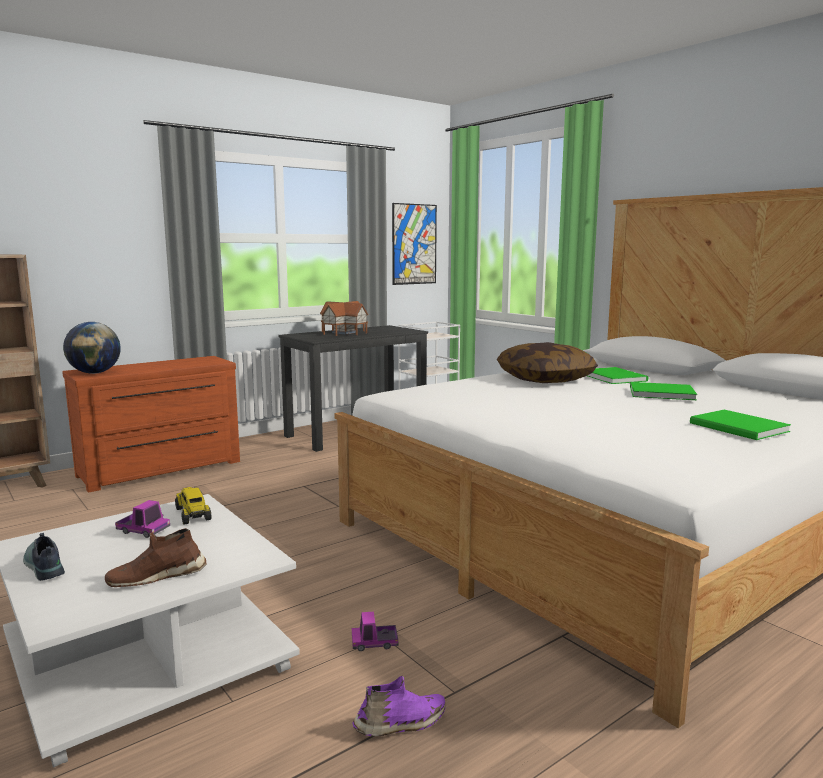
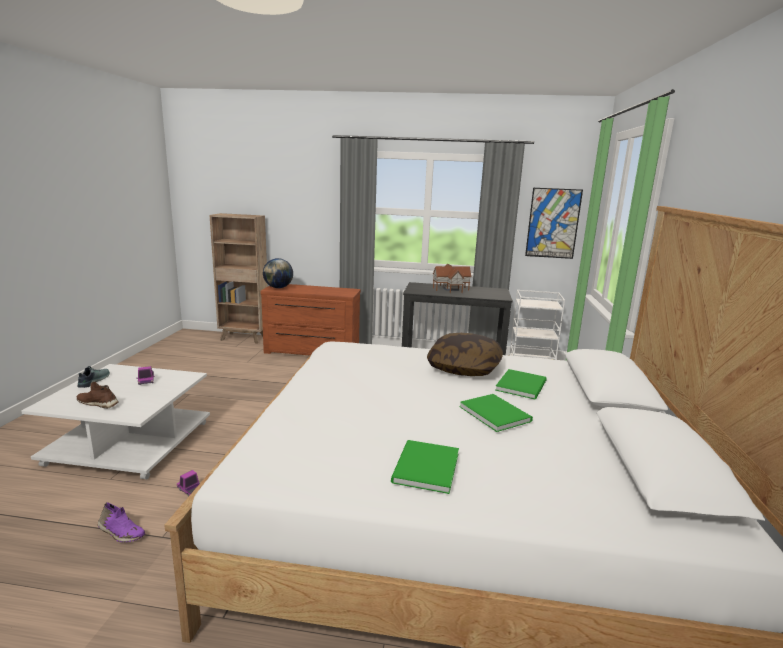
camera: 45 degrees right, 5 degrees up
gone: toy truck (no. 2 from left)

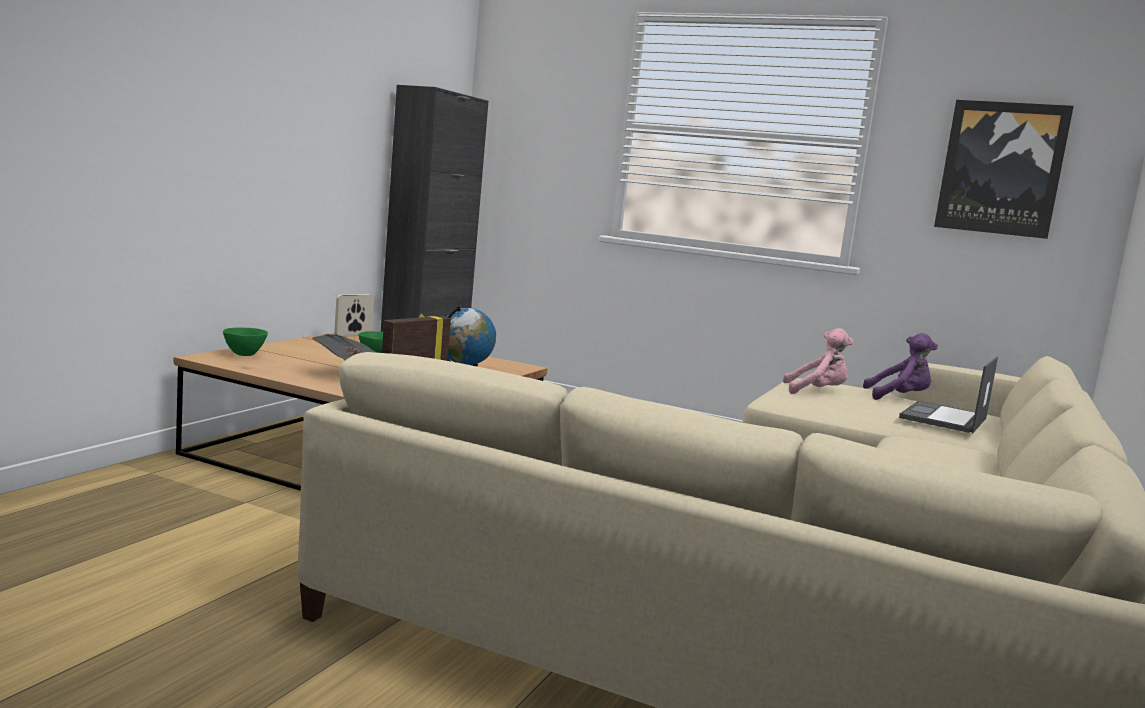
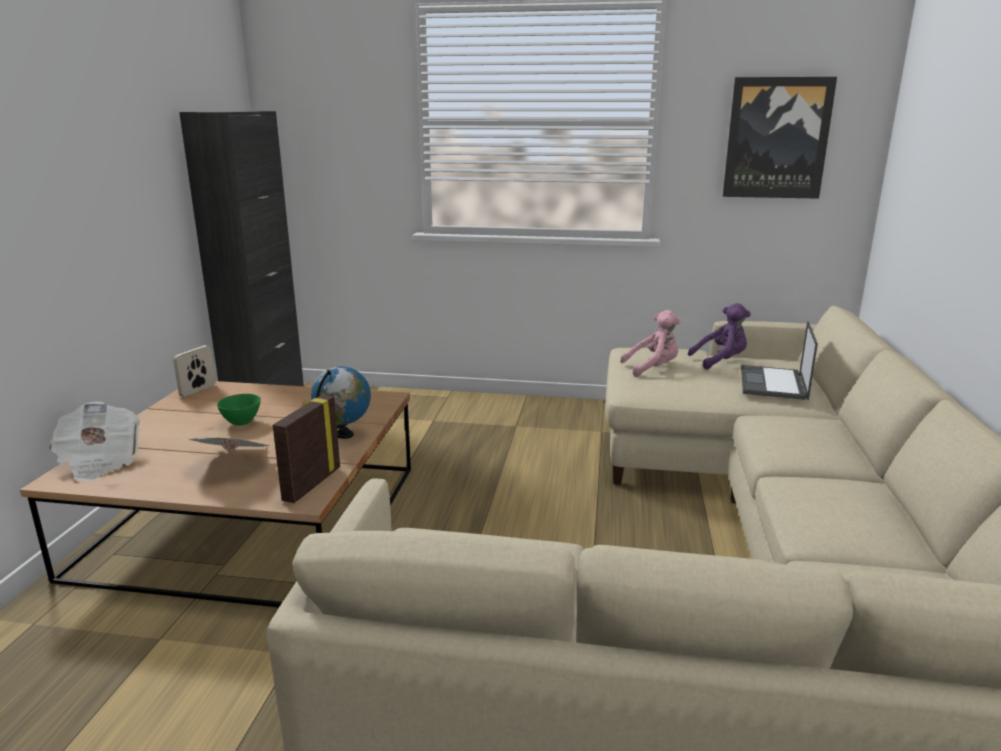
camera: 15 degrees left, 10 degrees up
swapped: bowl (green) (no. 1 from left) to newspaper (no. 1 from left)

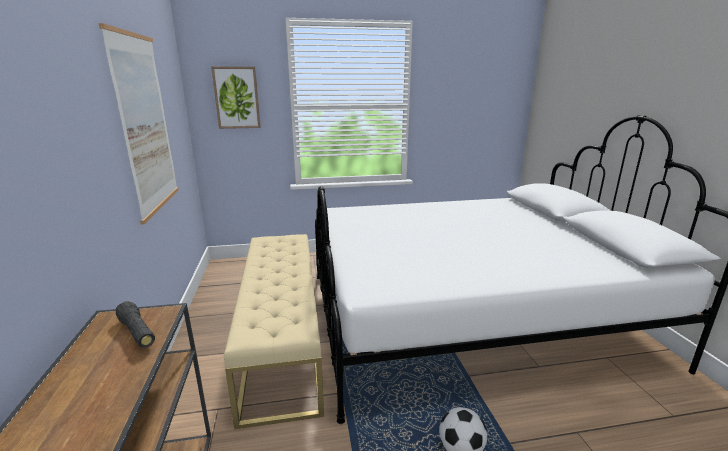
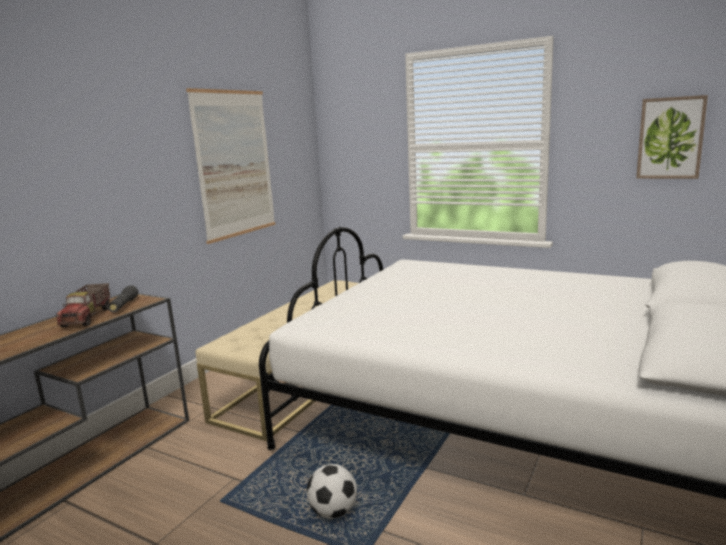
camera: 40 degrees right, 5 degrees down
new: toy truck
shifted: picture (no. 2 from left)

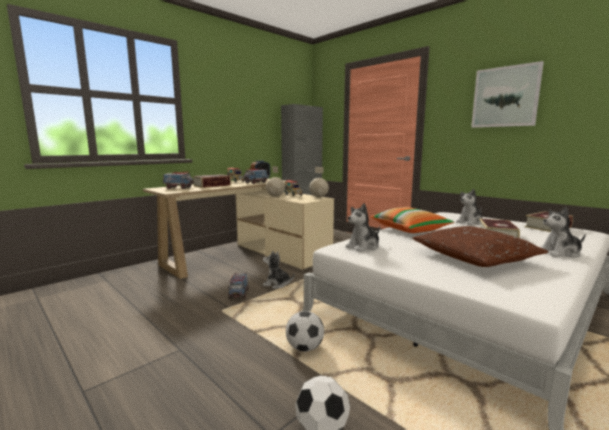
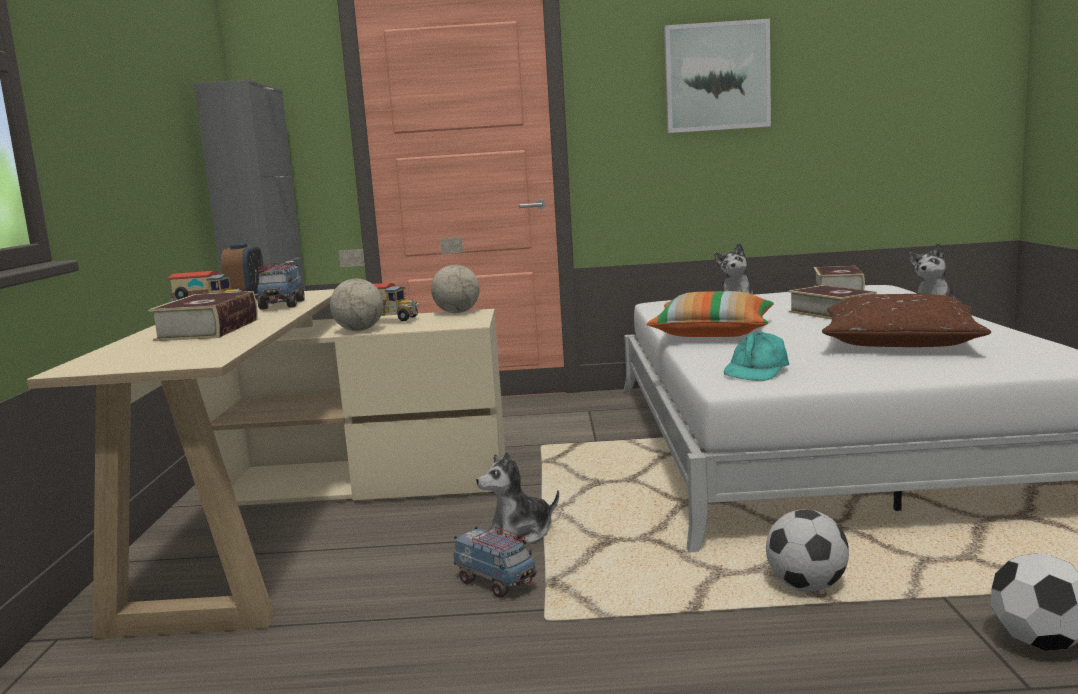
camera: 45 degrees left, 0 degrees up
gone: toy truck (no. 1 from left)
swapped: plush toy (no. 2 from left) to cap (turquoise)

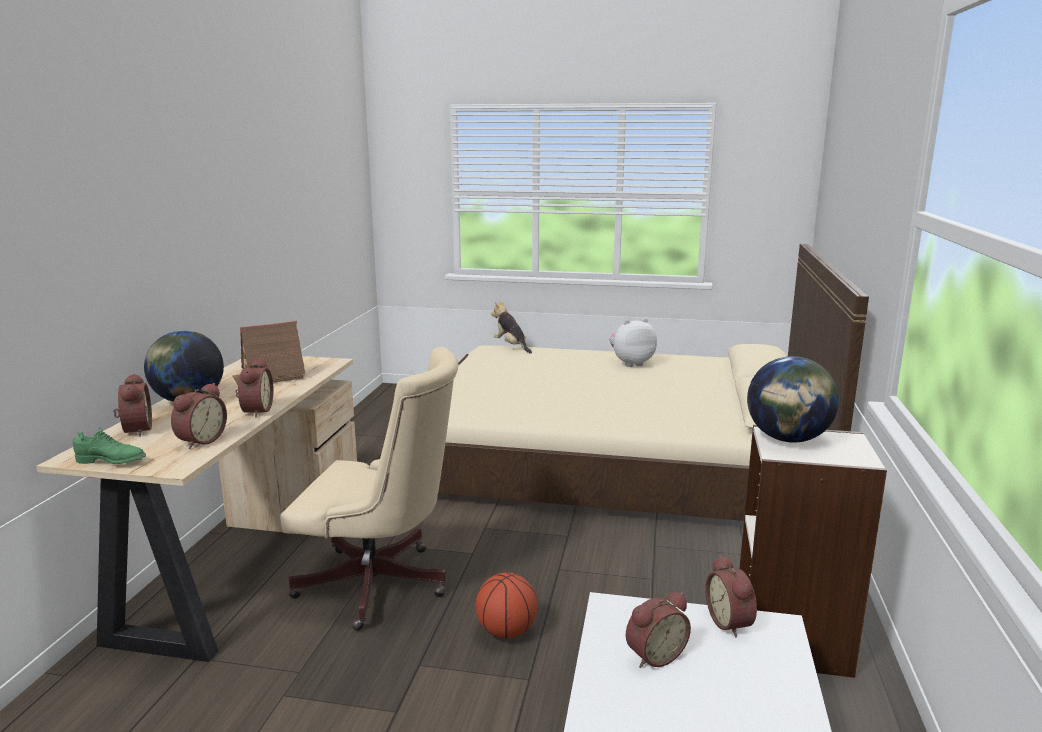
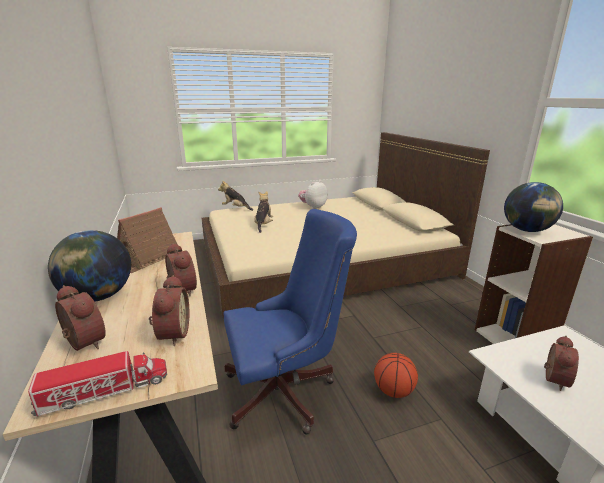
camera: 30 degrees left, 5 degrees up
gone: alarm clock (no. 5 from left)
new: plush toy (no. 2 from left)
swapped: shoe (green) to toy truck
repainted: office chair (beige) to office chair (blue)

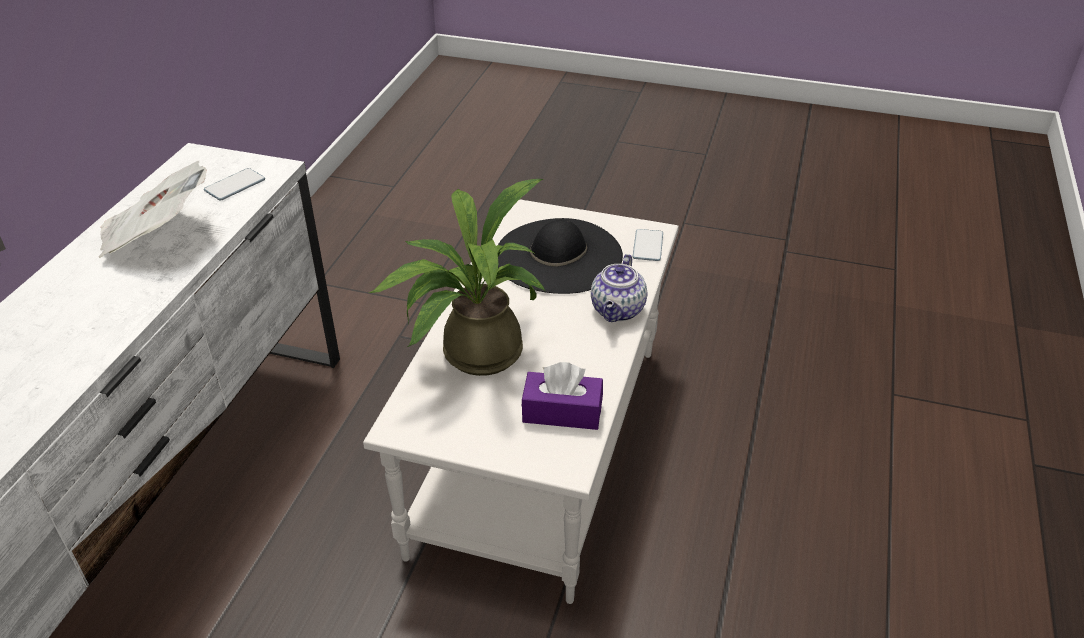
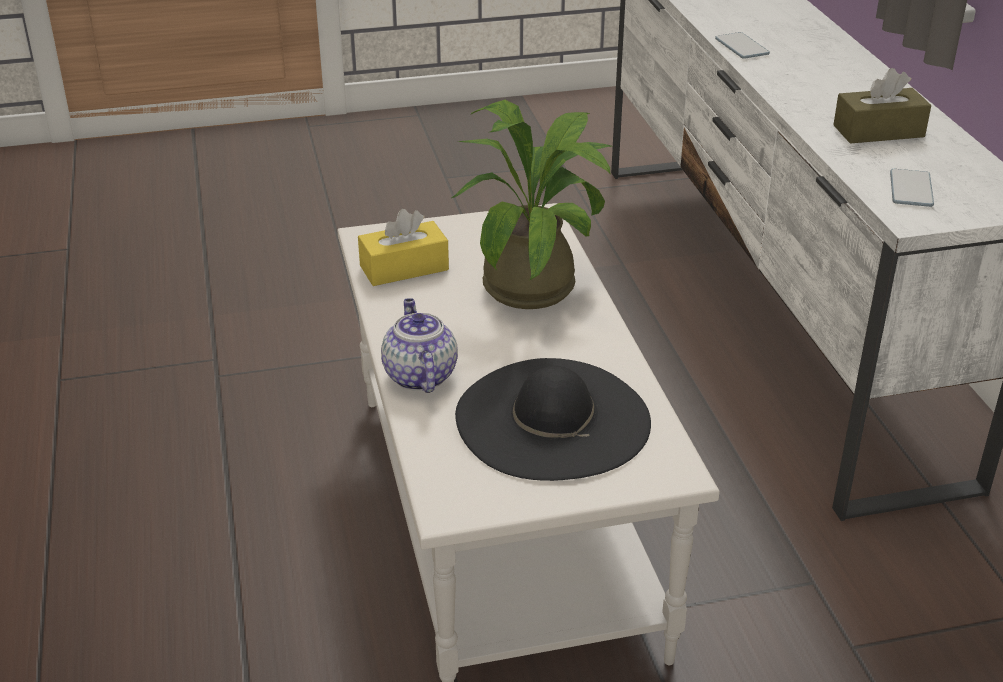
camera: 150 degrees right, 5 degrees down
shifted: phone (no. 2 from left in the first image) to phone (no. 1 from left)
swapped: newspaper to tissue box (brown)
repainted: tissue box (purple) to tissue box (yellow)

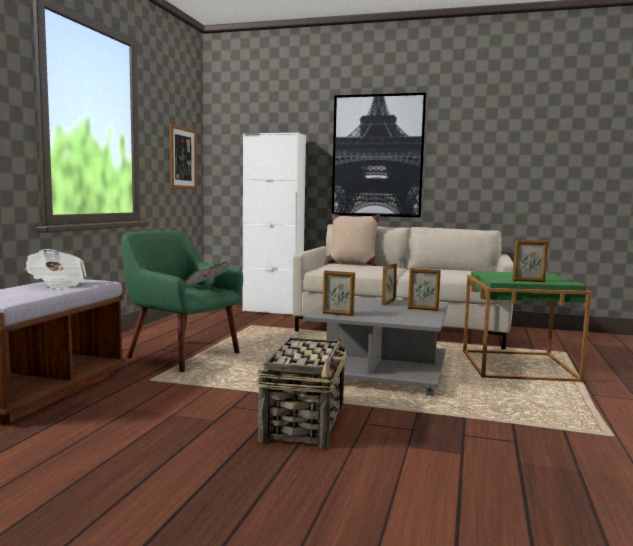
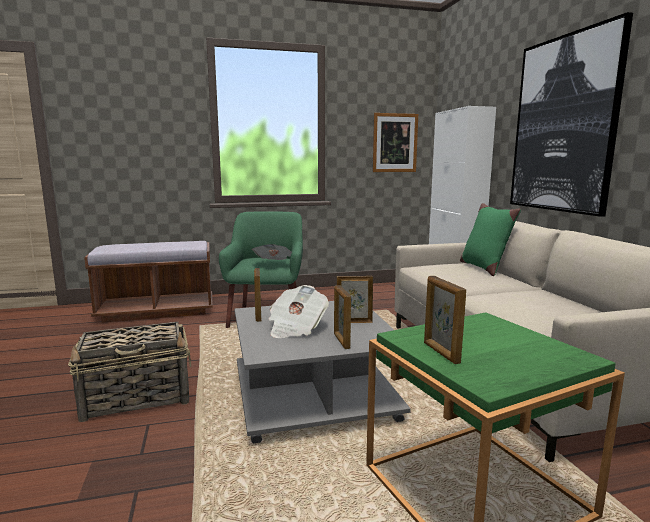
camera: 60 degrees right, 5 degrees up
shifted: newspaper (no. 1 from left in the first image) to newspaper (no. 2 from left)
repainted: pillow (beige) to pillow (green)

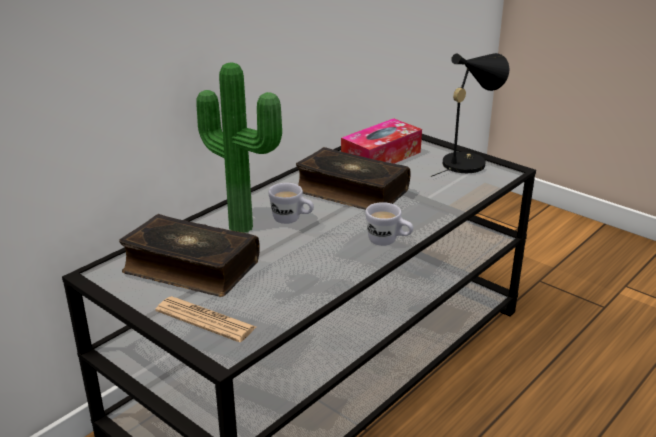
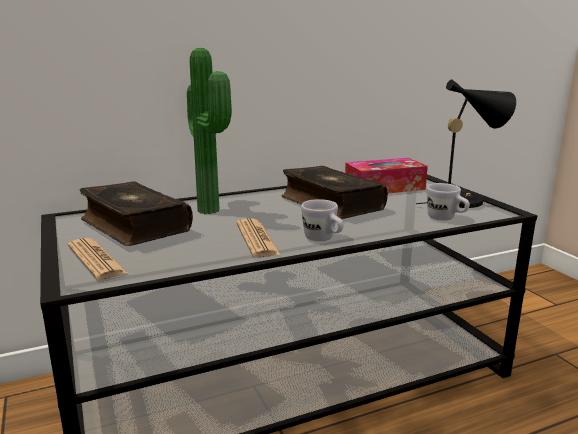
camera: 25 degrees right, 10 degrees down
new: newspaper (no. 2 from left)
shifted: mug (white) (no. 1 from left in the first image) to mug (white) (no. 2 from left)

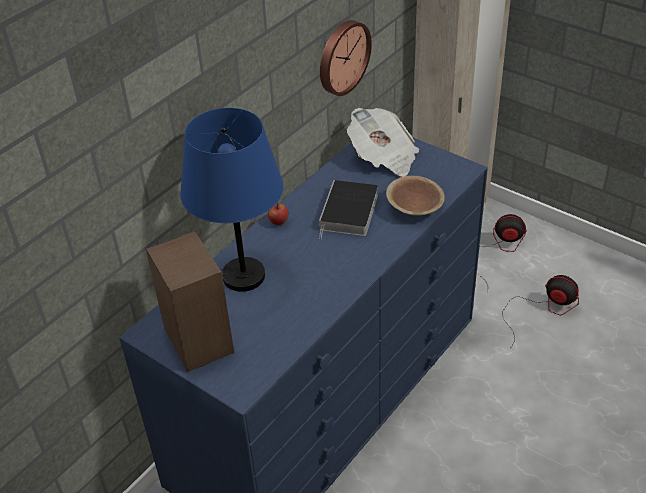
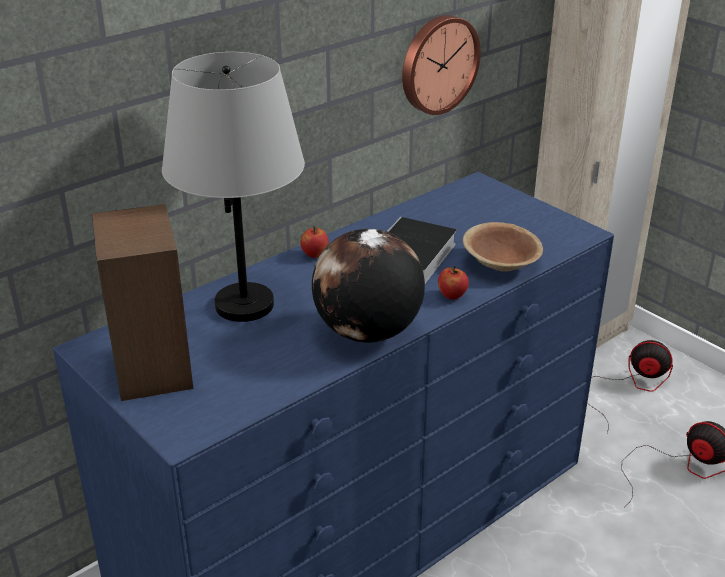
camera: 10 degrees right, 10 degrees down
gone: newspaper
new: globe; apple (no. 2 from left)
repainted: table lamp (blue) to table lamp (grey)

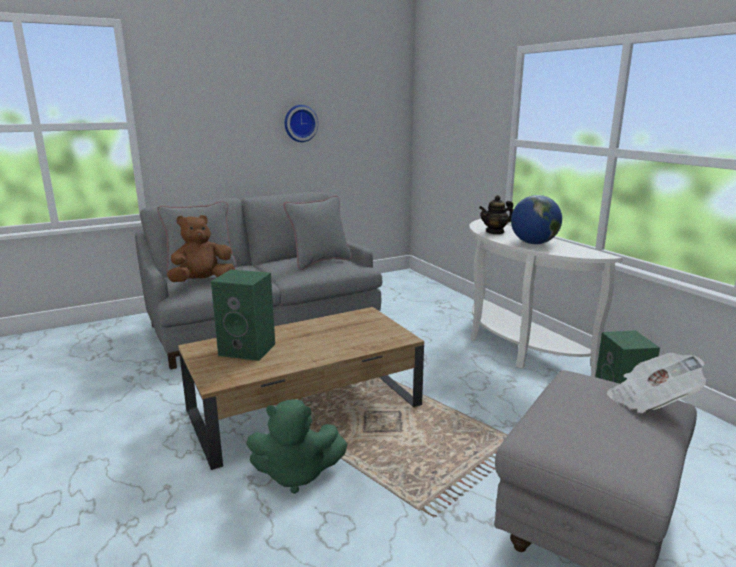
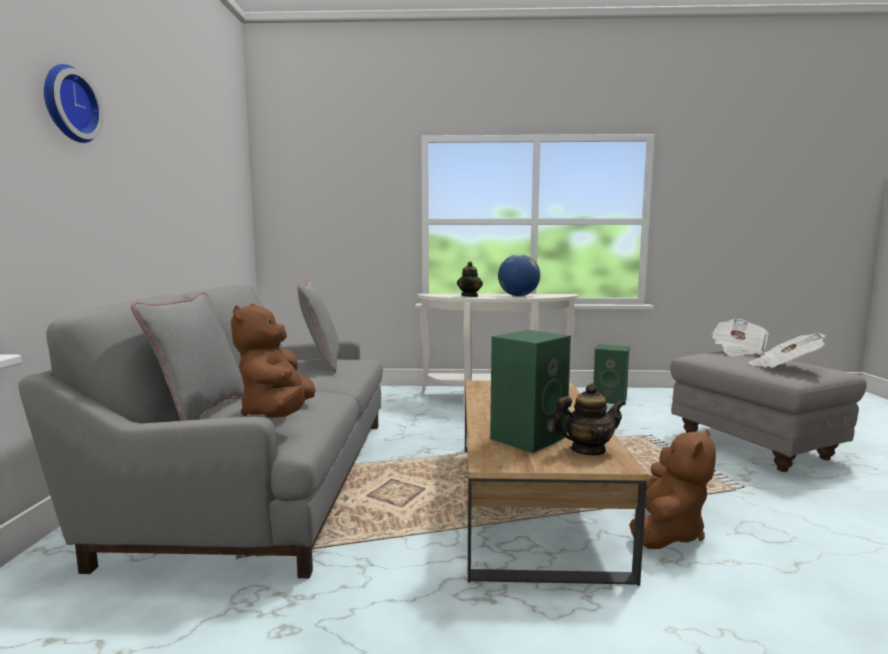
camera: 60 degrees left, 10 degrees down
new: newspaper (no. 2 from left); teapot (no. 2 from left)
shifted: wall clock
repainted: plush toy (green) to plush toy (brown) (no. 2 from left)

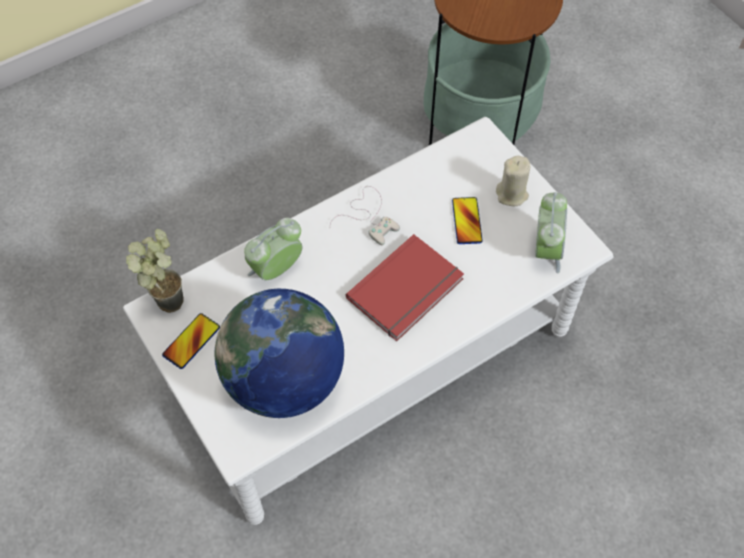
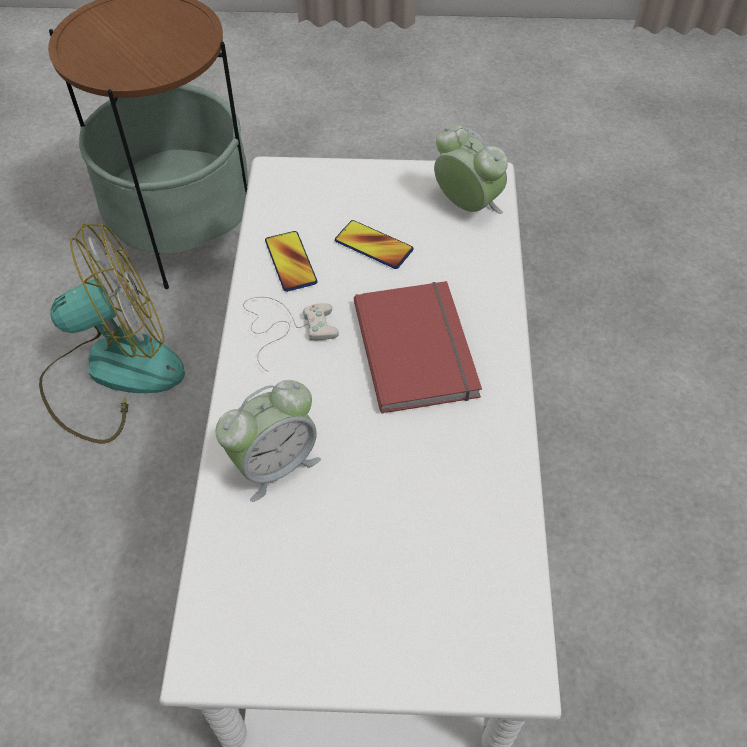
camera: 55 degrees left, 5 degrees down
gone: candle (beige); potted plant; globe
new: fan
shifted: phone (no. 1 from left)
rotated: alarm clock (no. 1 from left) 120 degrees counterclockwise

